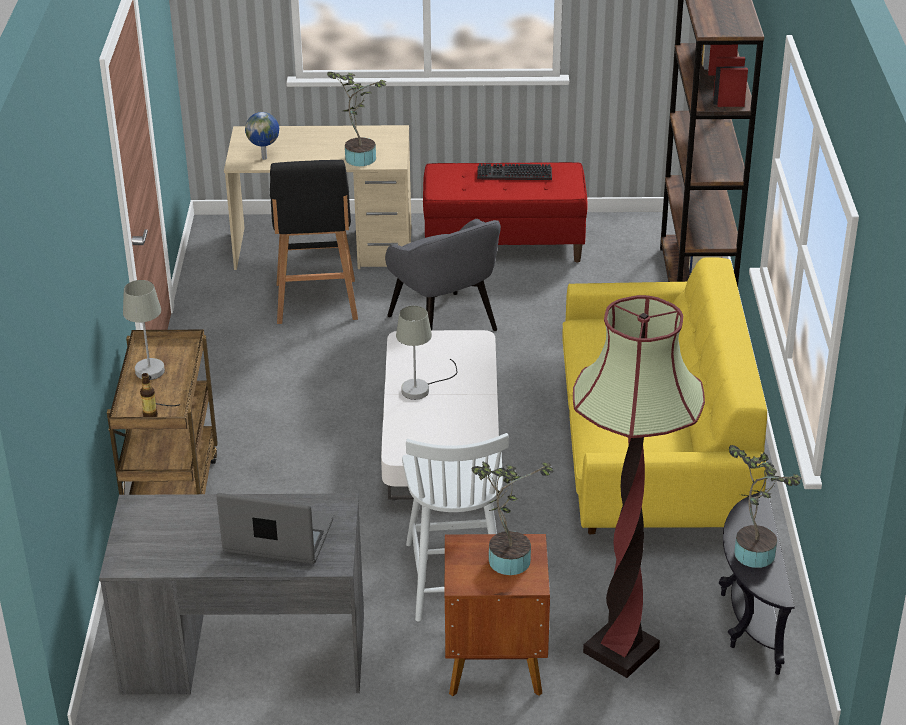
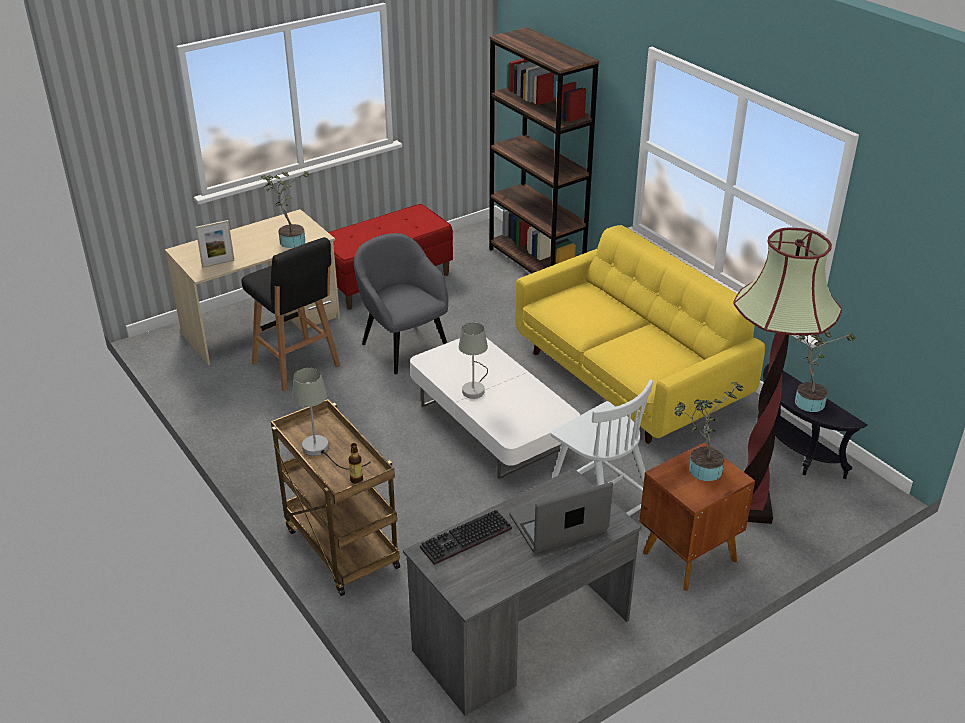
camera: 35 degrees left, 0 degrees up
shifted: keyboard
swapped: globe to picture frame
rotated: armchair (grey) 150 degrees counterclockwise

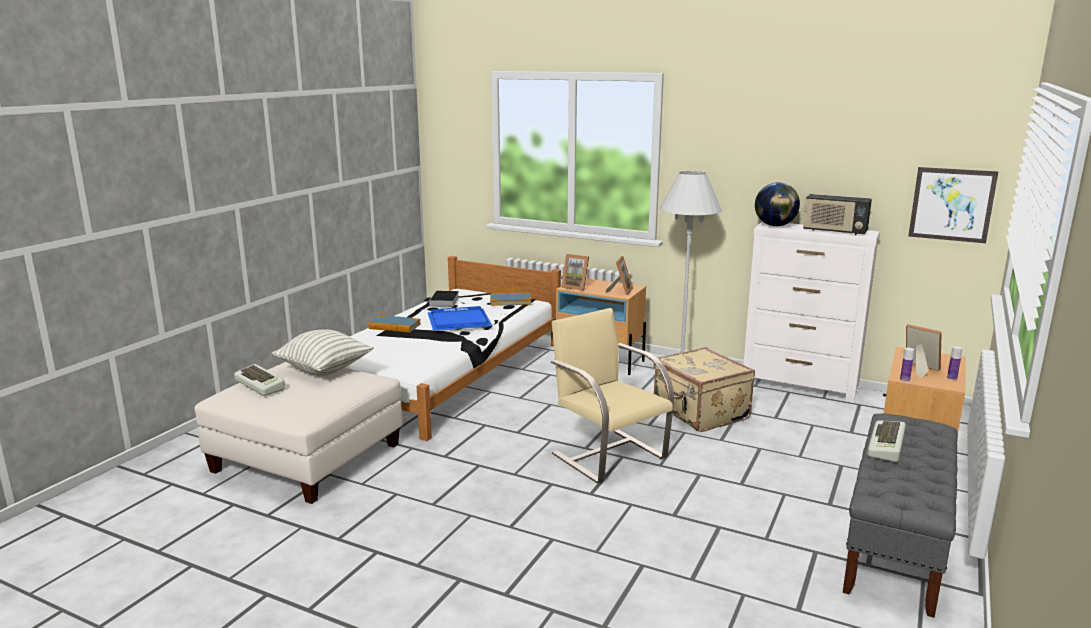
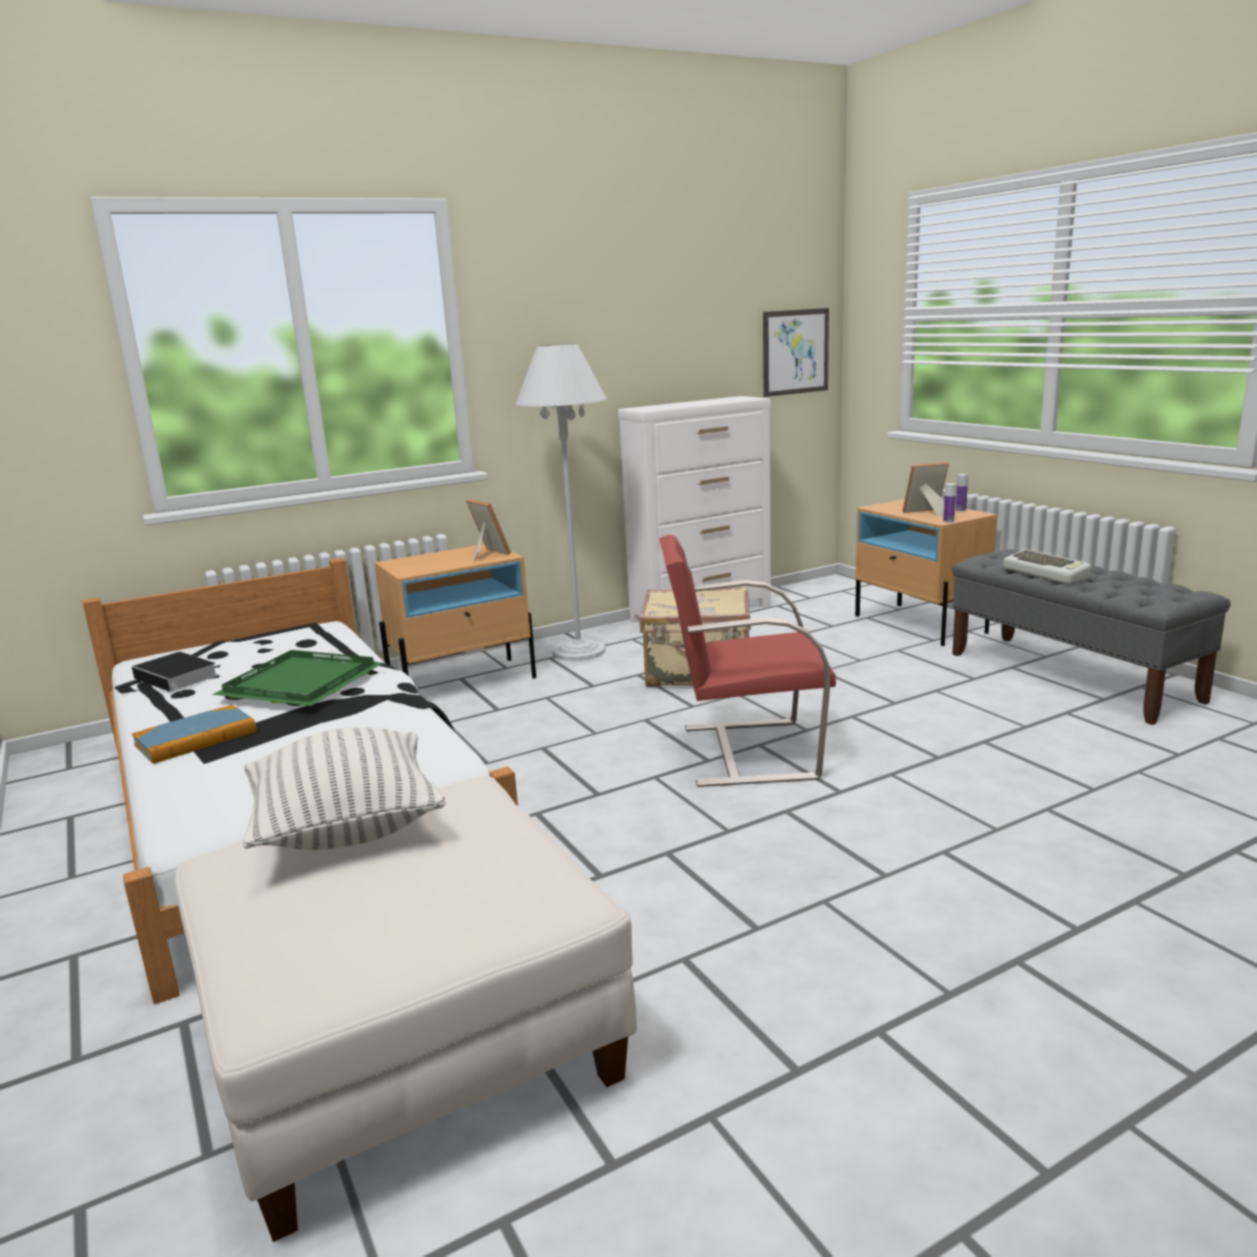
camera: 55 degrees left, 0 degrees up
gone: globe; radio; picture frame (no. 1 from left); book (no. 3 from left); keyboard (no. 1 from left)
repainted: tray (blue) to tray (green); chair (beige) to chair (red)

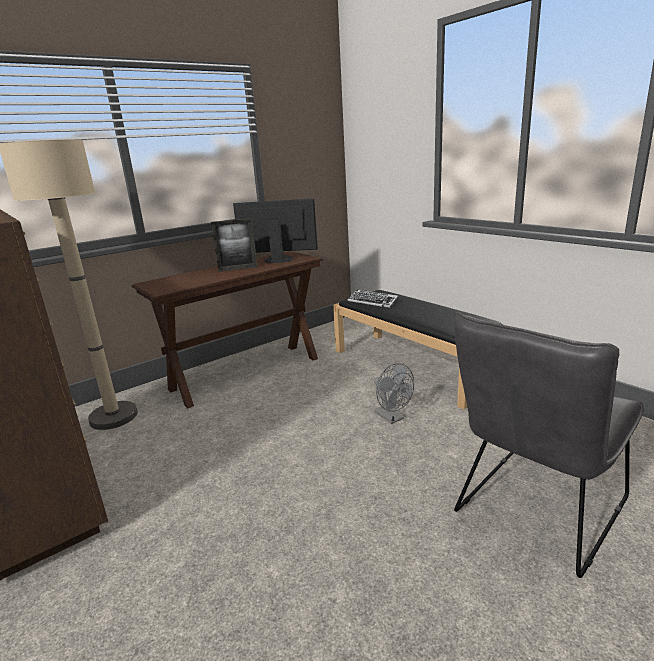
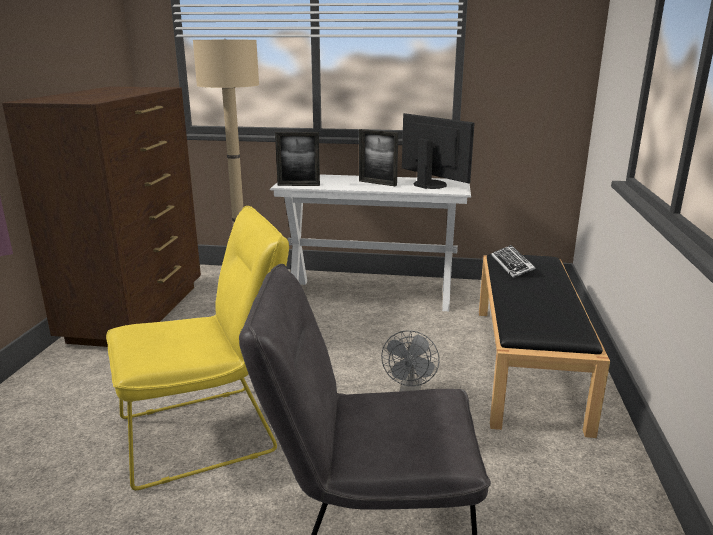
camera: 45 degrees right, 0 degrees up
new: picture frame (no. 1 from left); chair (yellow)
repainted: console table (brown) to console table (white)

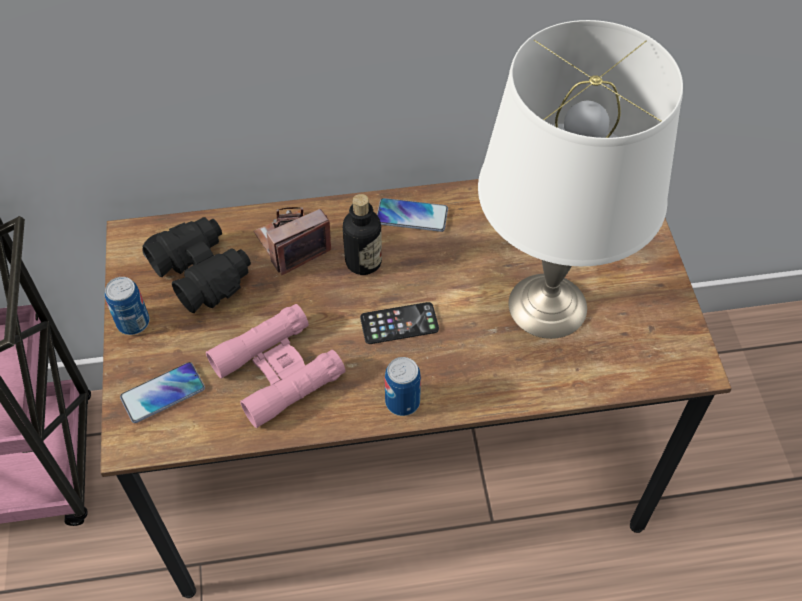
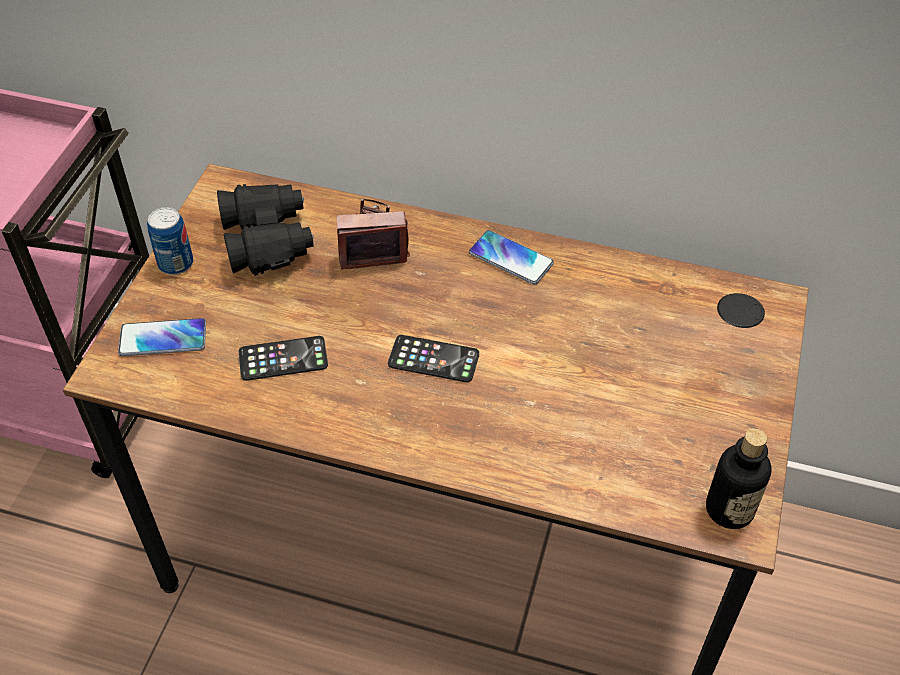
camera: 25 degrees right, 5 degrees down
gone: table lamp (white); can (no. 2 from left)
shifted: bottle
swapped: binoculars (pink) to phone (no. 2 from left)

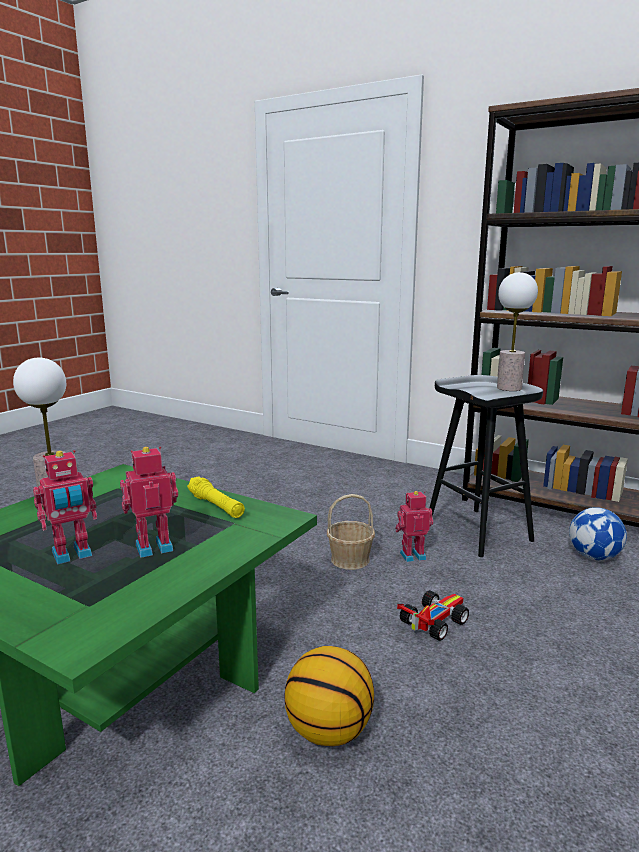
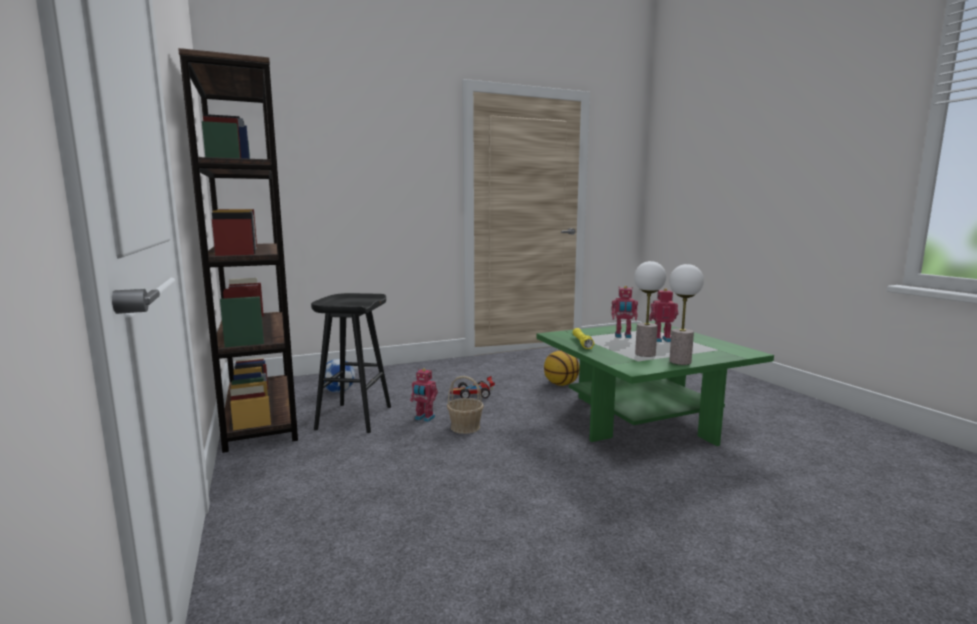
camera: 145 degrees left, 5 degrees down
shifted: table lamp (no. 2 from left in the first image) to table lamp (no. 1 from left)

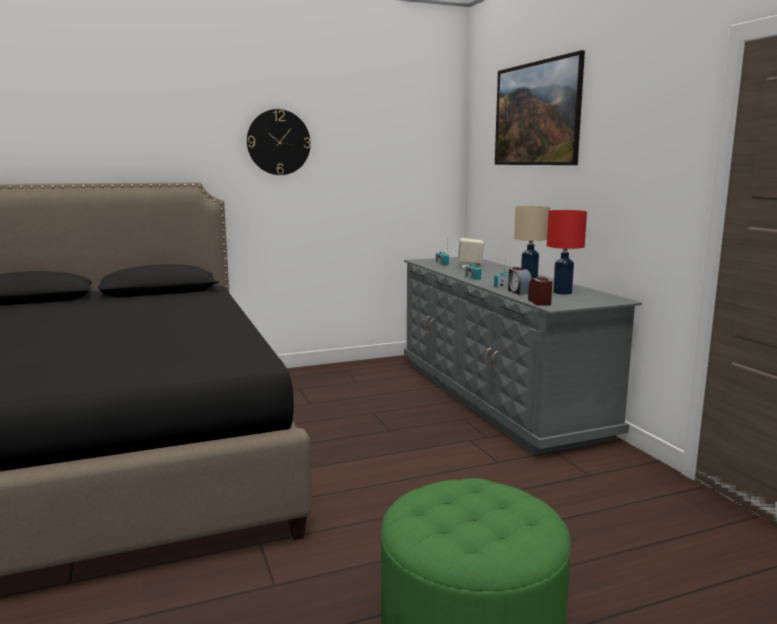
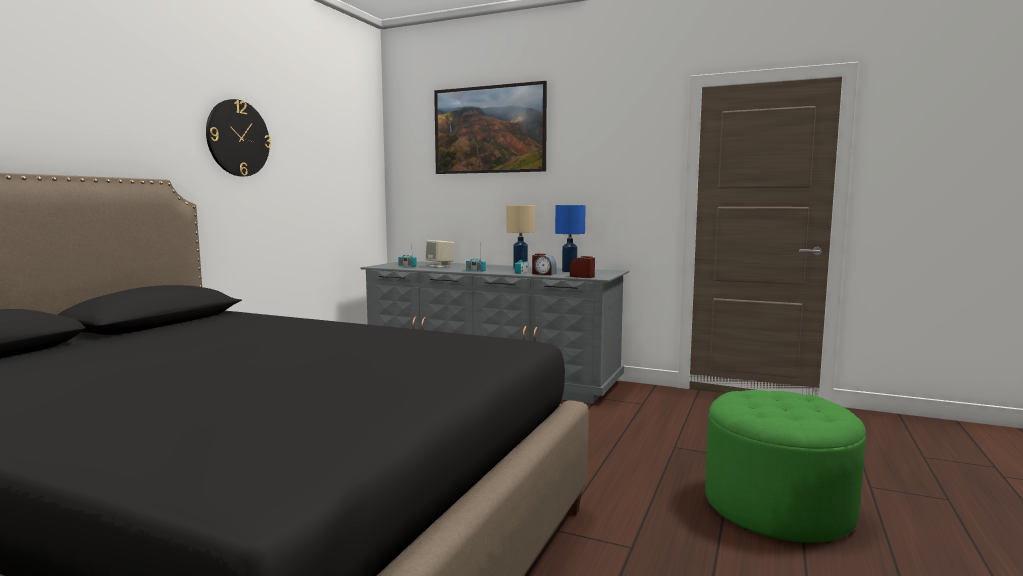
camera: 45 degrees left, 5 degrees down
repainted: table lamp (red) to table lamp (blue)

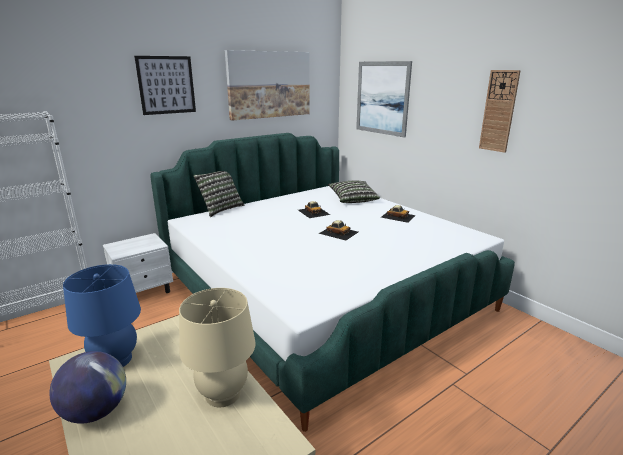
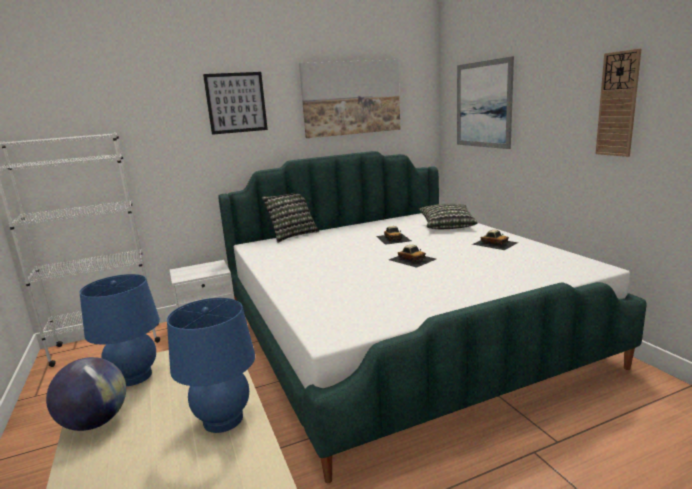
camera: 15 degrees right, 5 degrees down
repainted: table lamp (beige) to table lamp (blue) (no. 2 from left)

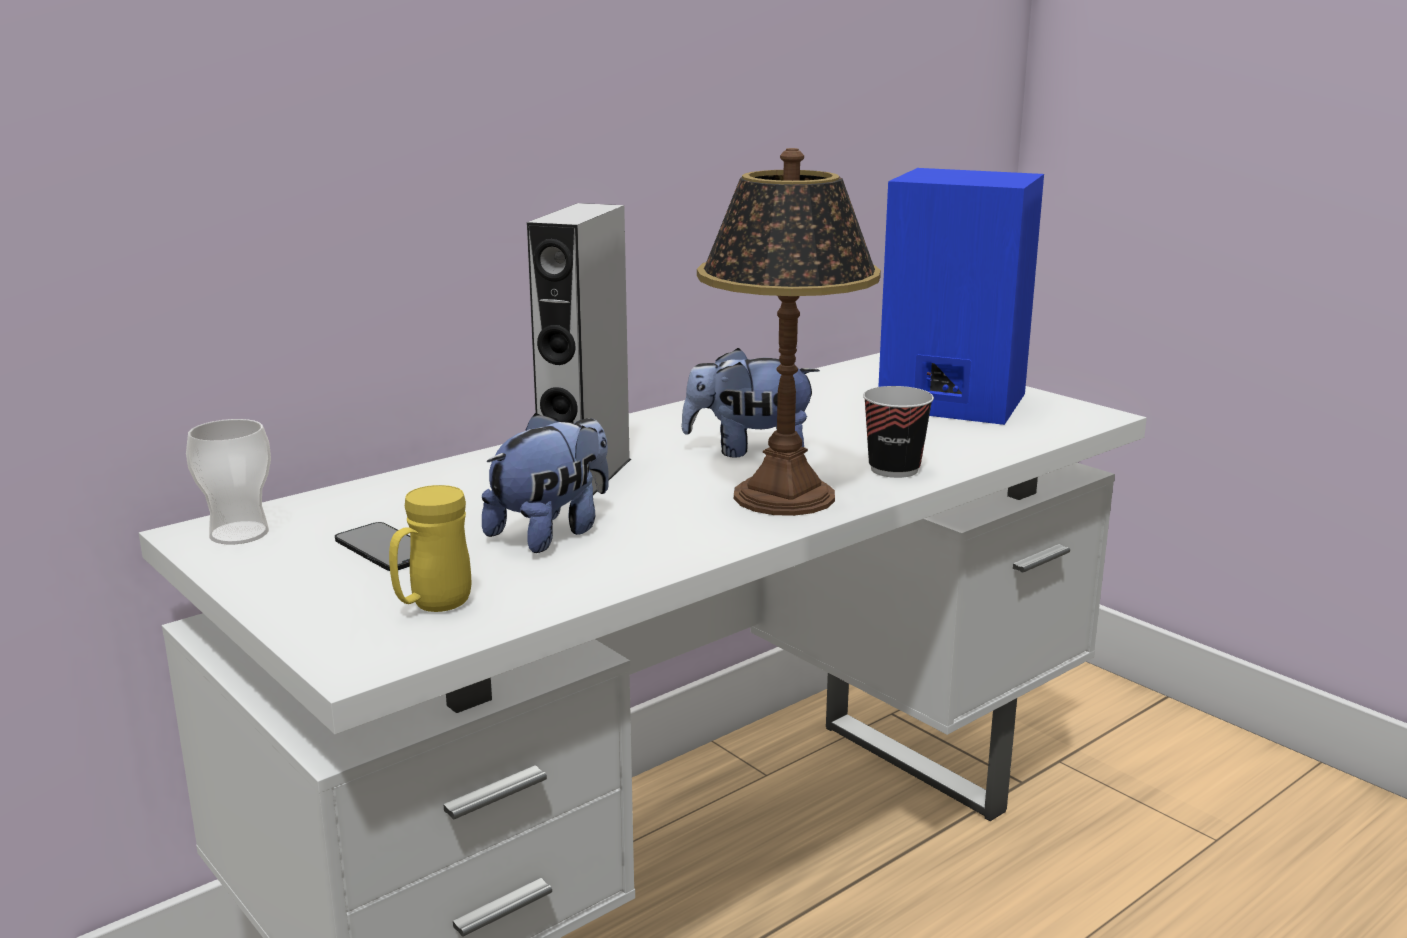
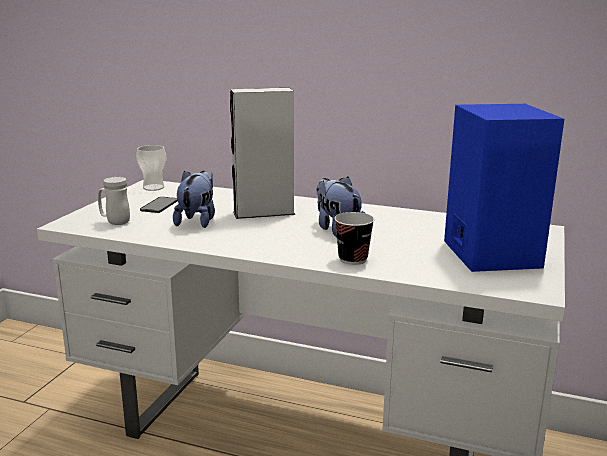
camera: 60 degrees right, 0 degrees up
gone: table lamp
repainted: mug (yellow) to mug (white)
rotated: plush toy (no. 1 from left) 90 degrees counterclockwise

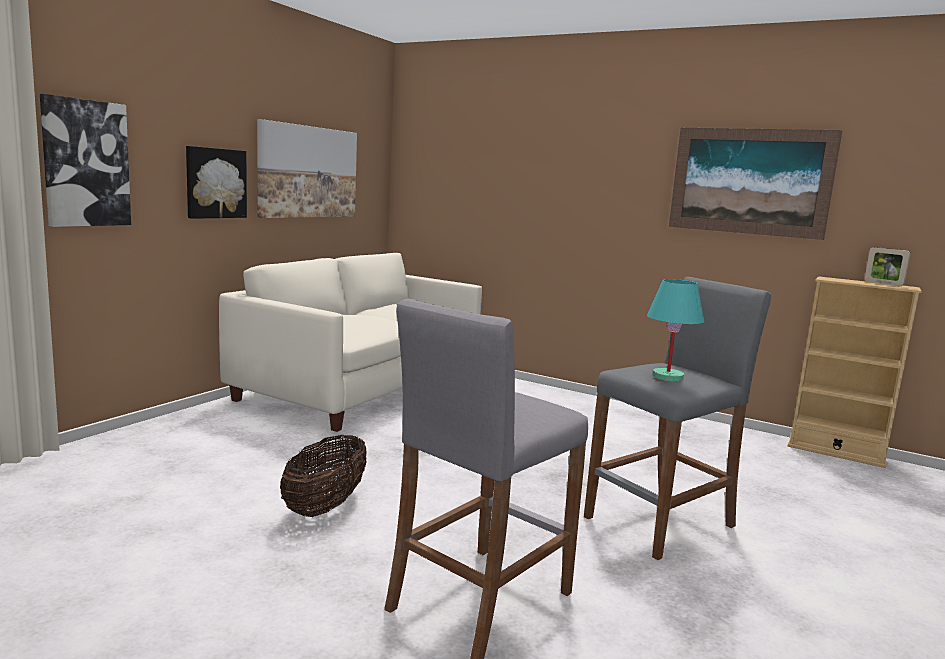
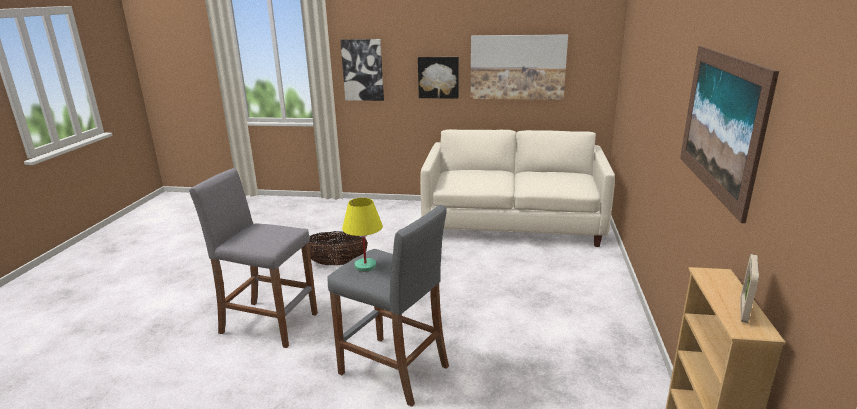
camera: 70 degrees right, 10 degrees up
repainted: table lamp (turquoise) to table lamp (yellow)

